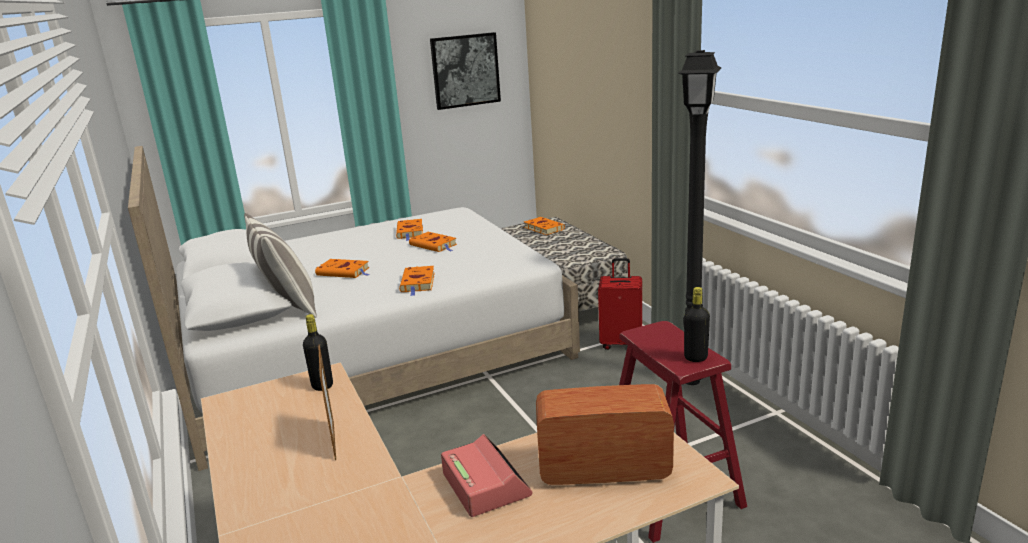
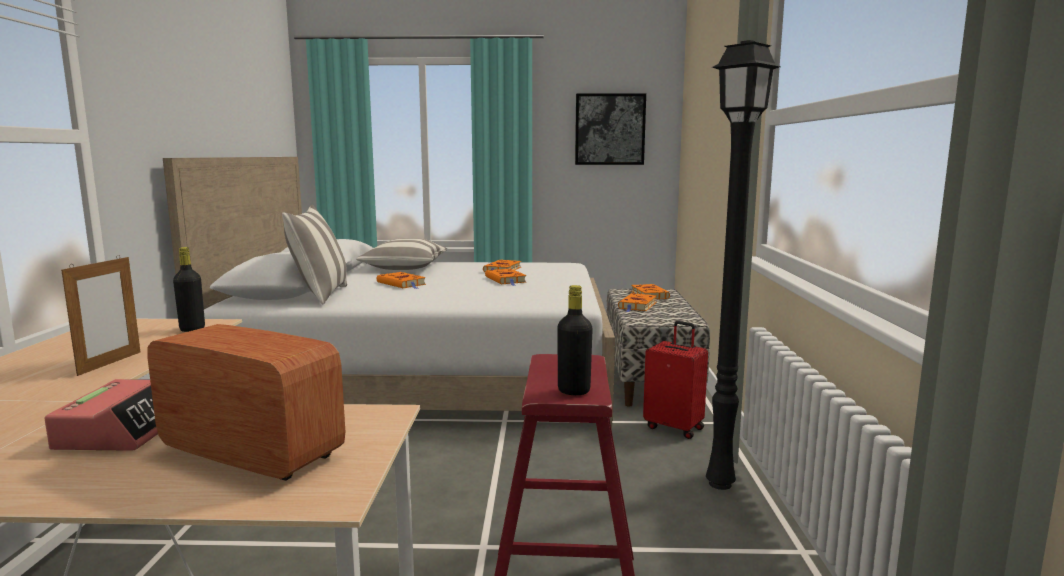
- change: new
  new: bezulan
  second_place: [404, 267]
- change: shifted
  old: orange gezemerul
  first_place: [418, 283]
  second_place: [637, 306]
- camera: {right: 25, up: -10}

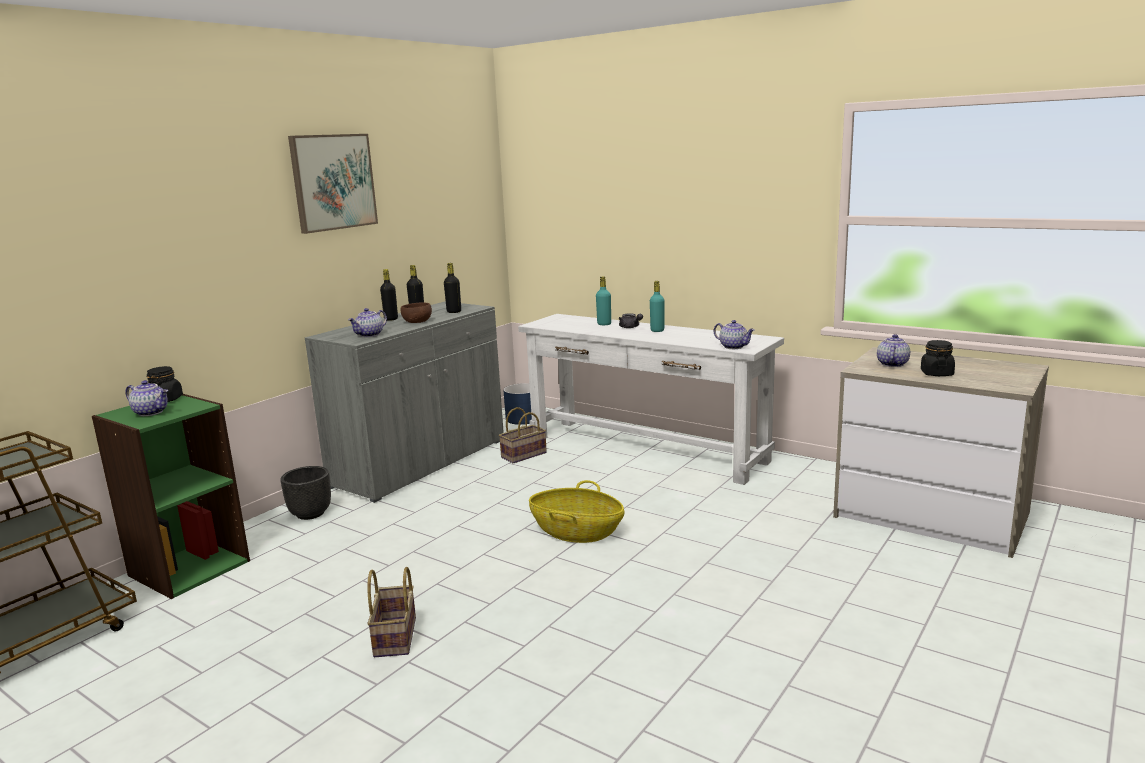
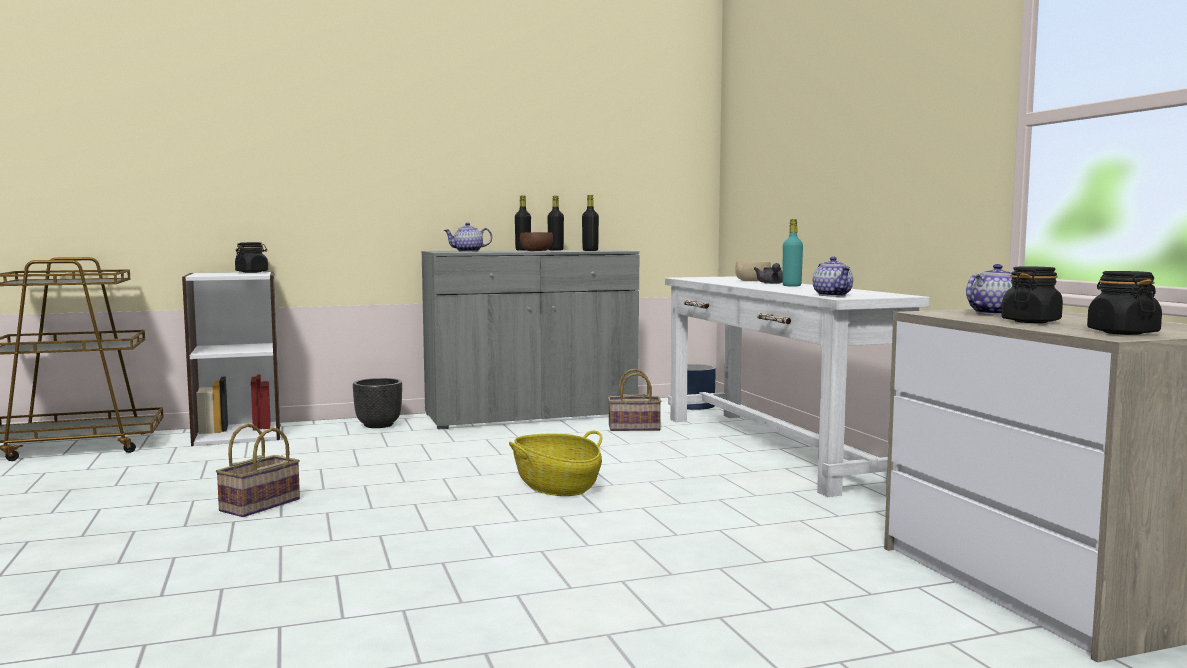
- change: gone
  old: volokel
  first_place: [151, 412]
- change: gone
  old: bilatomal
  first_place: [333, 182]
- change: new
  new: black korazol
  second_place: [1122, 332]
- change: swapped
  old: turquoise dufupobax
  new: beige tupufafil
  first_place: [604, 324]
  second_place: [752, 281]
- change: repainted
  old: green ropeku
  new: white ropeku
  first_place: [189, 568]
  second_place: [238, 434]
- camera: {right: 35, up: -10}

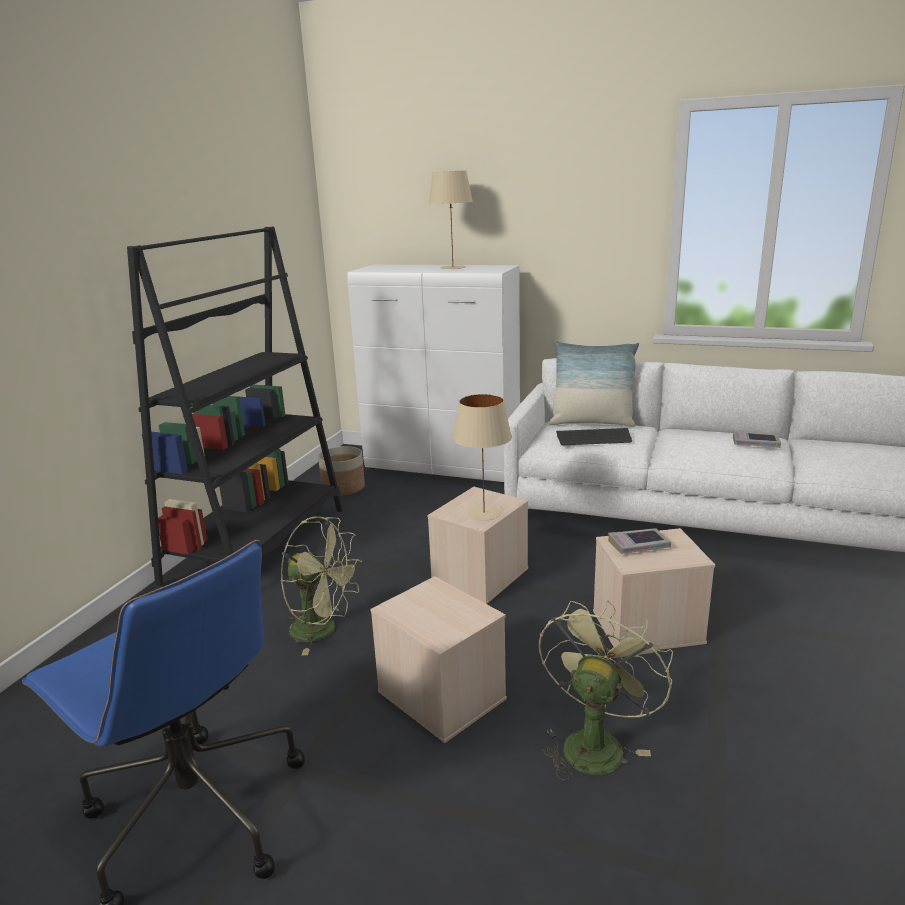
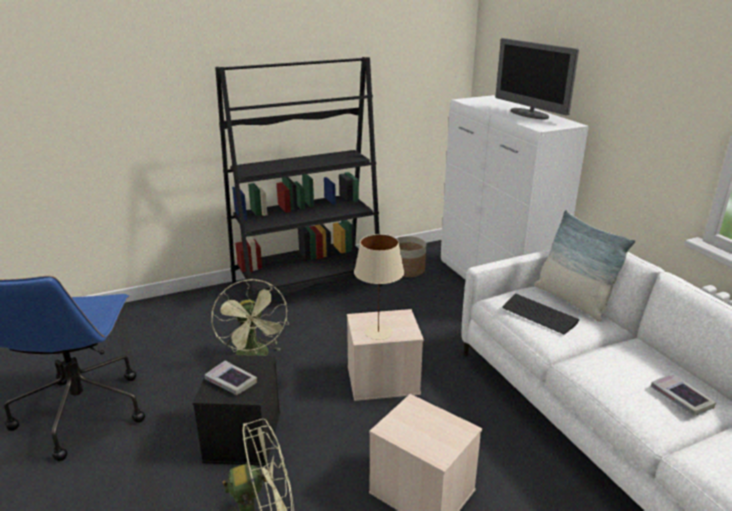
- change: shifted
  old: gezemerul
  first_place: [638, 545]
  second_place: [231, 381]
- change: swapped
  old: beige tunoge
  new: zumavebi
  first_place: [453, 267]
  second_place: [529, 114]
- change: repainted
  old: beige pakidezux
  new: black pakidezux
  first_place: [439, 695]
  second_place: [242, 435]
- camera: {right: 45, up: 5}

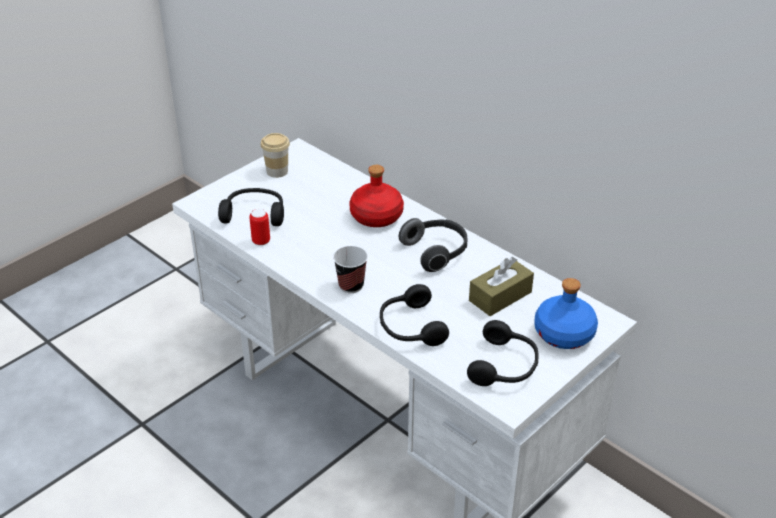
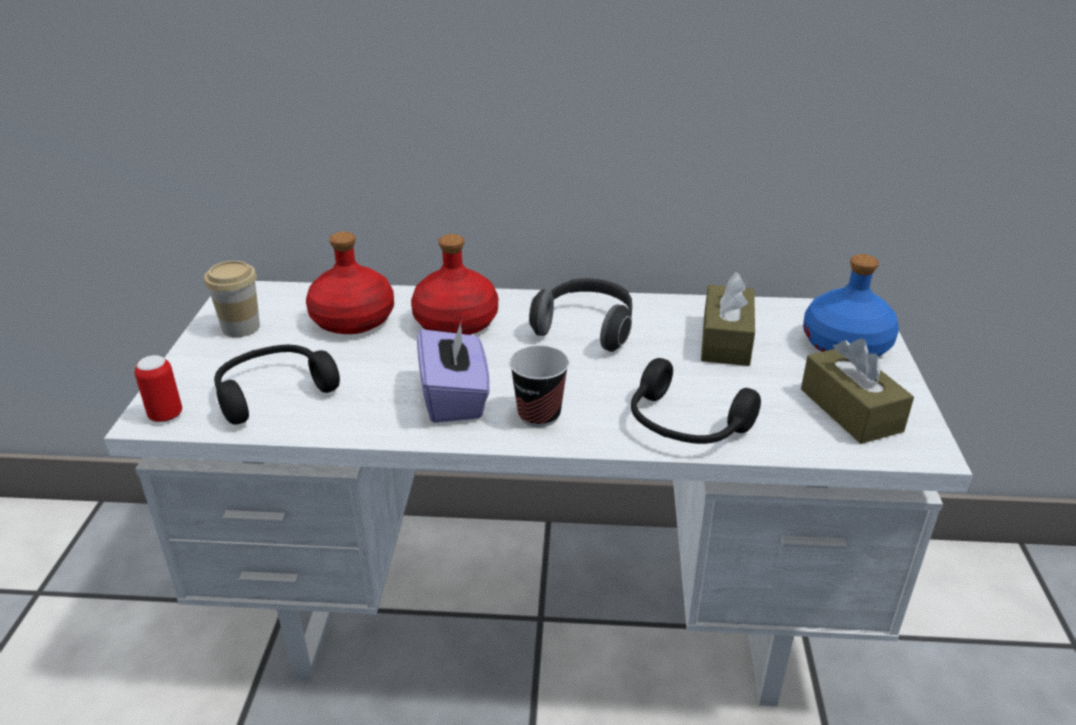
- change: new
  new: red dufupobax
  second_place: [352, 319]
- change: new
  new: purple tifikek
  second_place: [455, 398]
- change: shifted
  old: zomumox
  first_place: [261, 241]
  second_place: [166, 415]
- change: swapped
  old: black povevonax
  new: brown tifikek
  first_place: [505, 366]
  second_place: [850, 410]
- camera: {right: -40, up: -5}

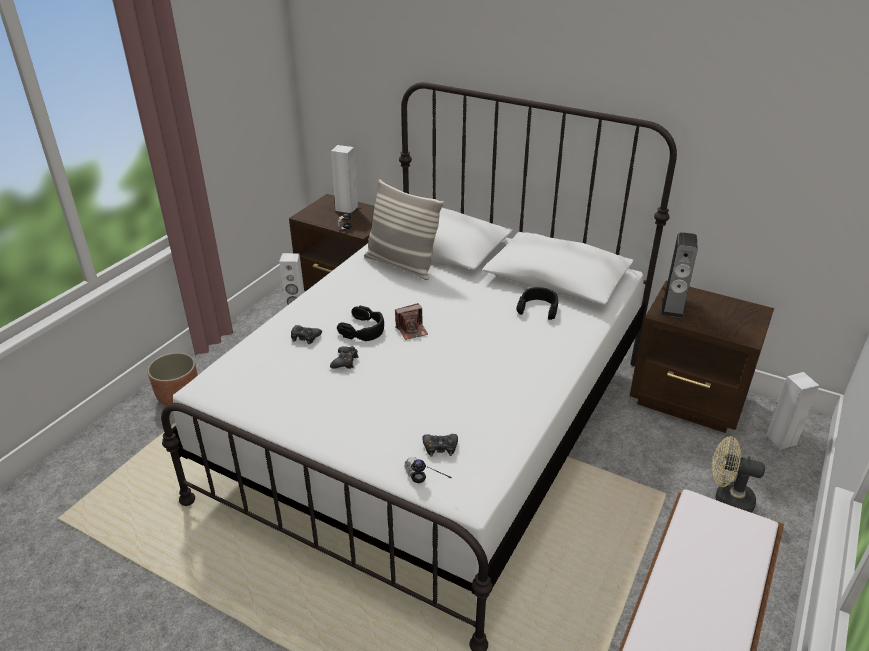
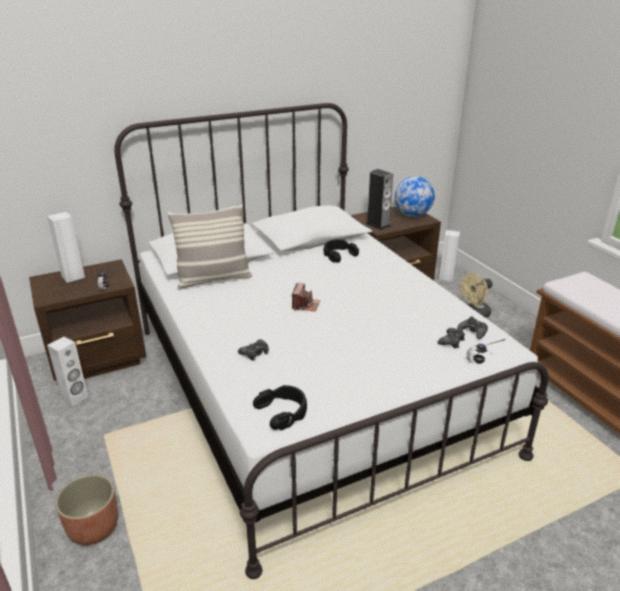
- change: new
  new: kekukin
  second_place: [412, 215]
- change: shifted
  old: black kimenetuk
  first_place: [345, 361]
  second_place: [473, 331]
- change: shifted
  old: black povevonax
  first_place: [363, 329]
  second_place: [283, 412]
- camera: {right: -55, up: -5}

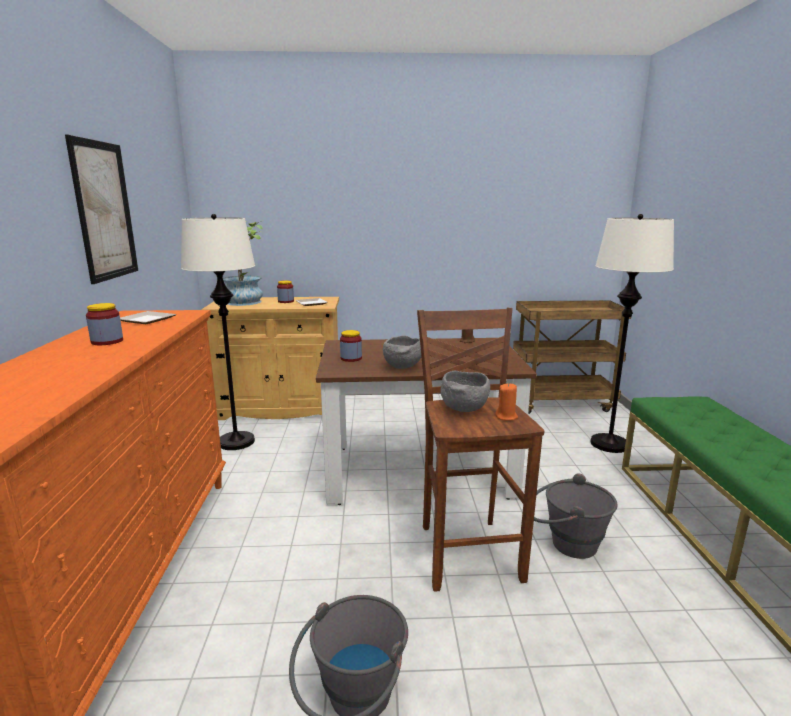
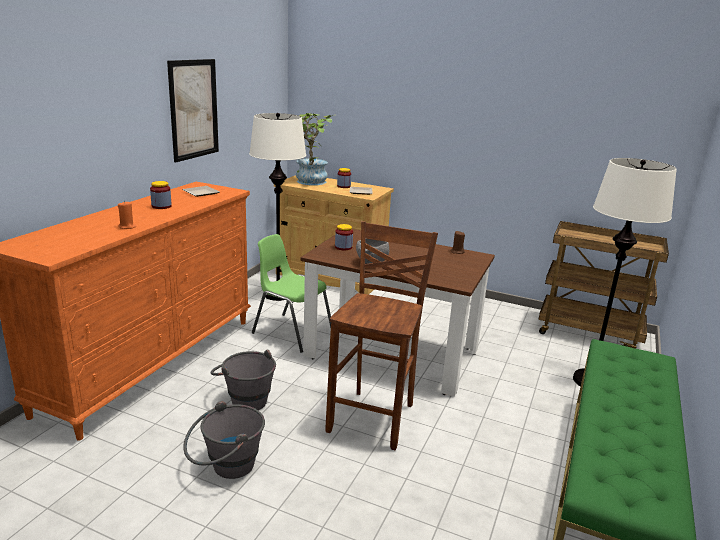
- change: gone
  old: grey tupufafil
  first_place: [464, 408]
- change: new
  new: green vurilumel
  second_place: [291, 331]
- change: shifted
  old: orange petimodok
  first_place: [506, 417]
  second_place: [127, 227]
- change: shifted
  old: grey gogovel
  first_place: [564, 543]
  second_place: [244, 398]
- camera: {right: 25, up: 5}

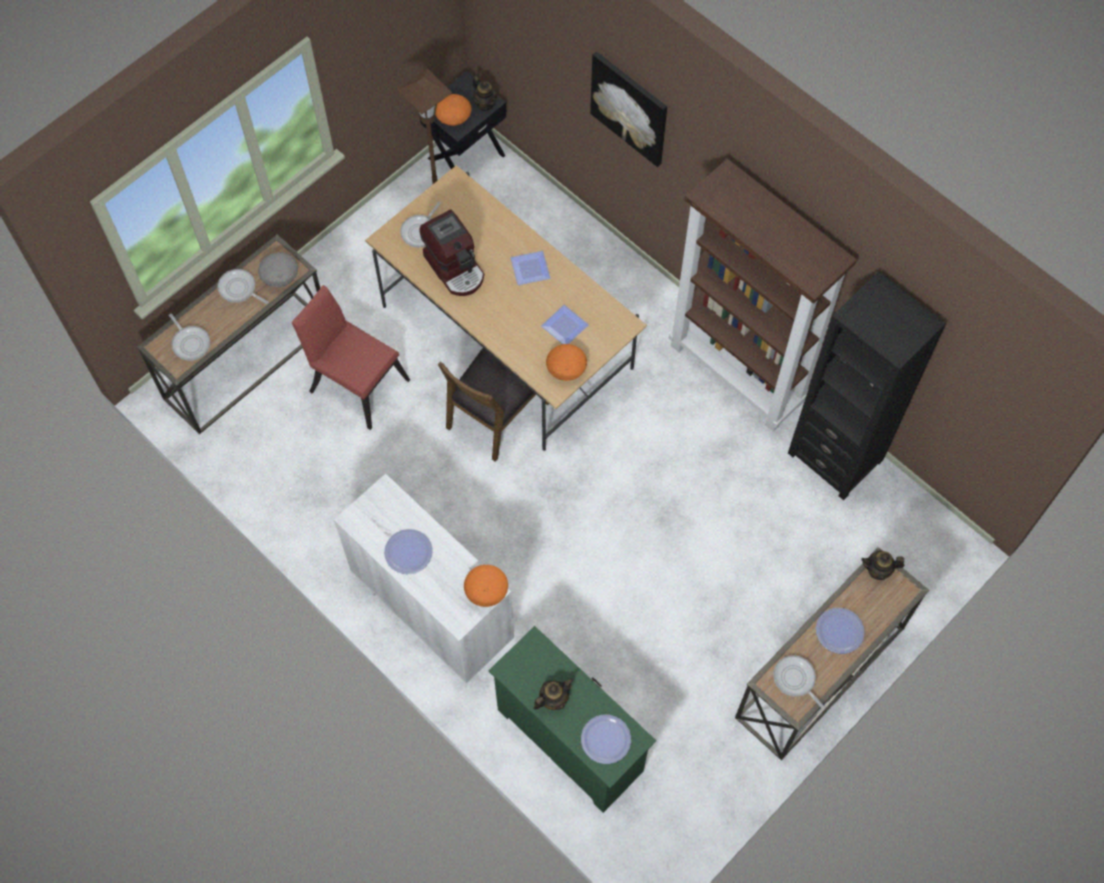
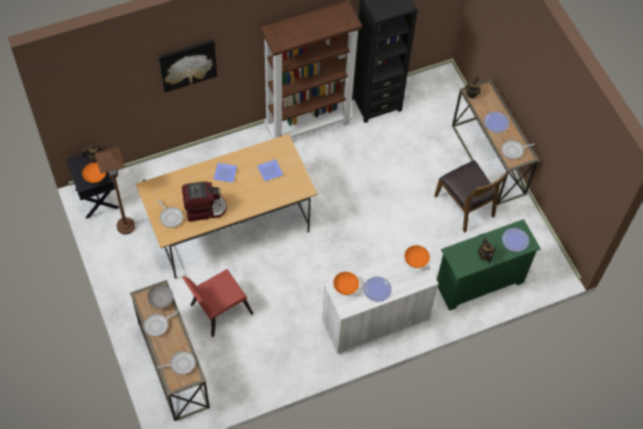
- change: shifted
  old: brown vurilumel
  first_place: [496, 414]
  second_place: [465, 205]
- change: shifted
  old: orange tupufafil
  first_place: [567, 369]
  second_place: [345, 287]
- camera: {right: -70, up: -5}

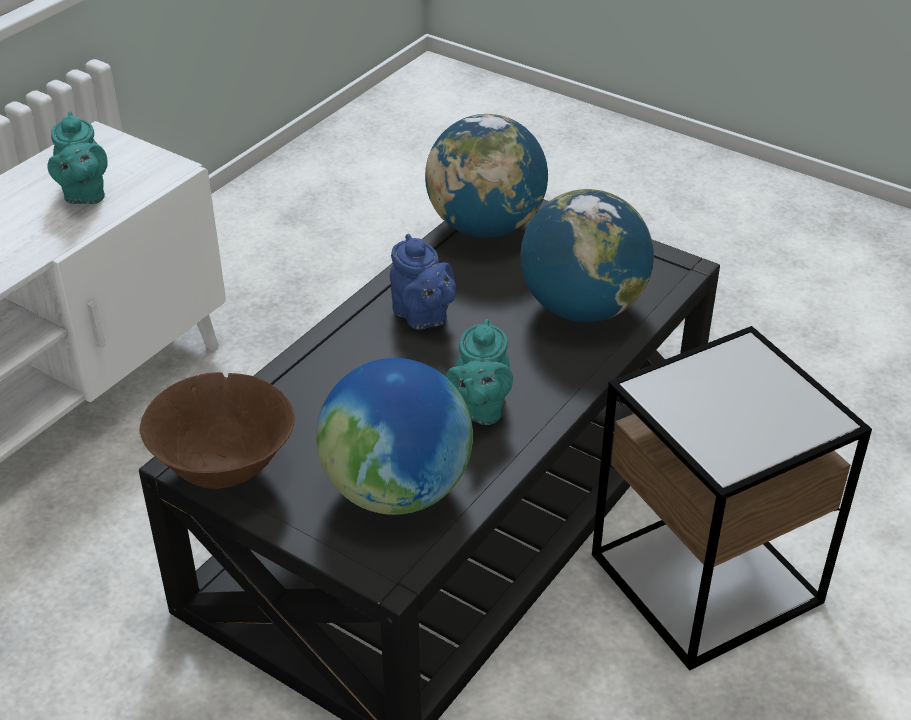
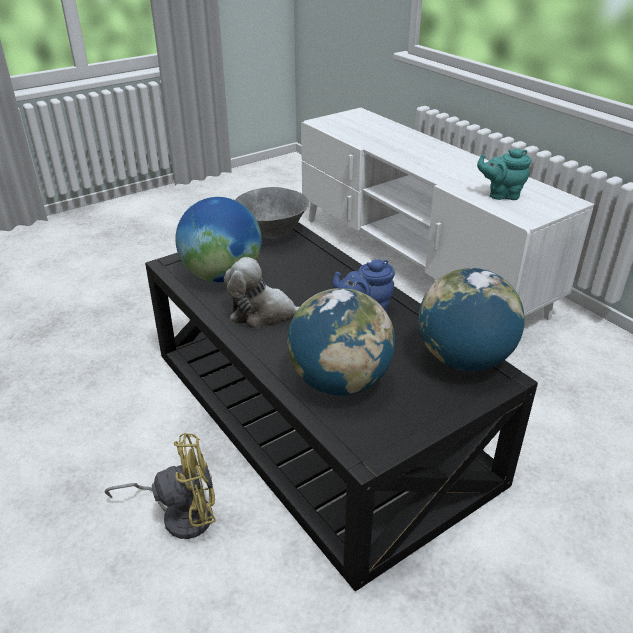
- change: swapped
  old: turquoise volokel
  new: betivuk
  first_place: [480, 408]
  second_place: [264, 314]
- change: swapped
  old: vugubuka
  new: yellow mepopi
  first_place: [705, 579]
  second_place: [180, 514]
- change: repainted
  old: brown tupufafil
  new: grey tupufafil
  first_place: [224, 470]
  second_place: [272, 234]
- camera: {right: 110, up: -5}

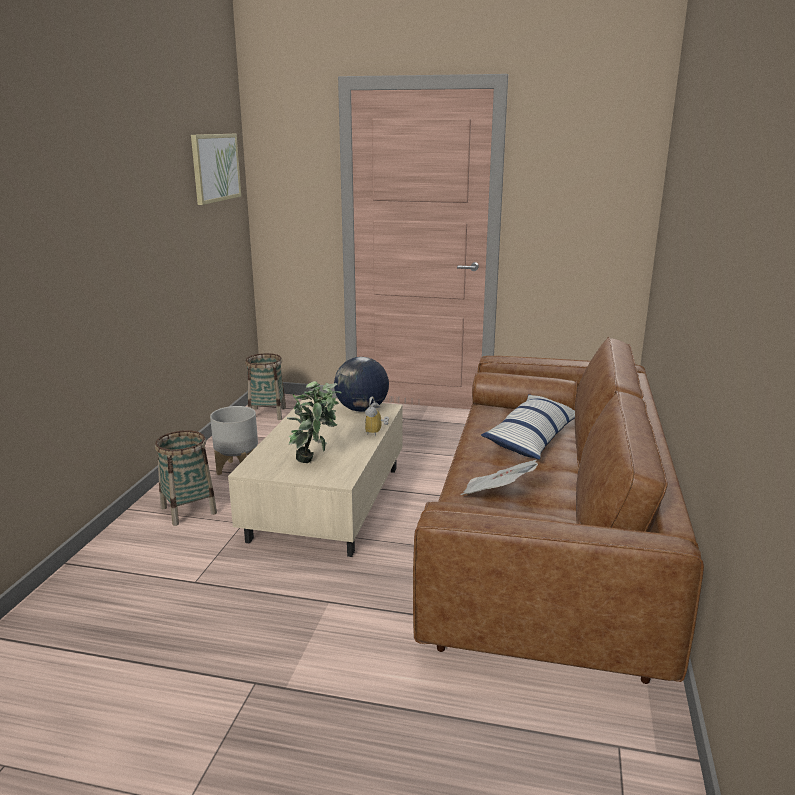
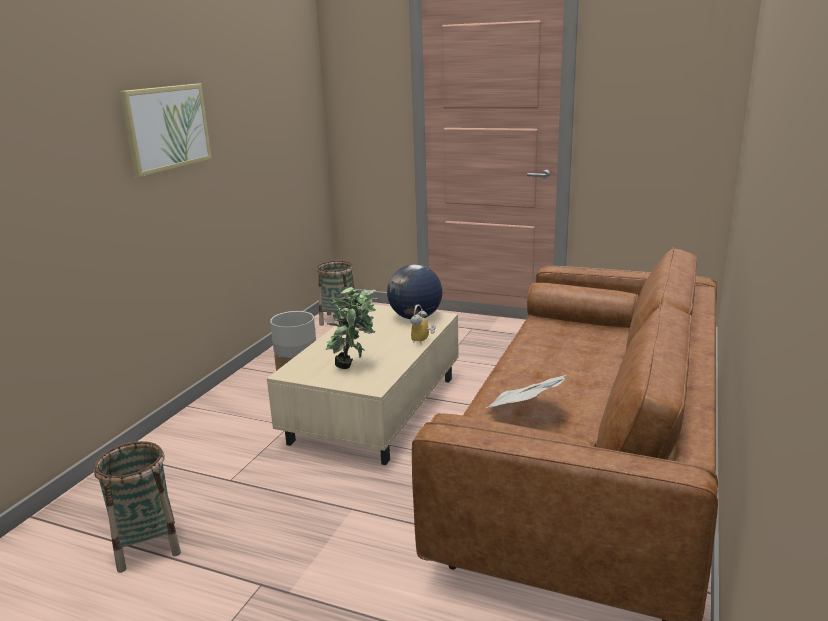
- change: gone
  old: bezulan
  first_place: [532, 438]
- change: shifted
  old: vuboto
  first_place: [188, 510]
  second_place: [147, 546]
- change: shifted
  old: bilatomal
  first_place: [215, 167]
  second_place: [166, 128]
- camera: {right: 10, up: 0}

